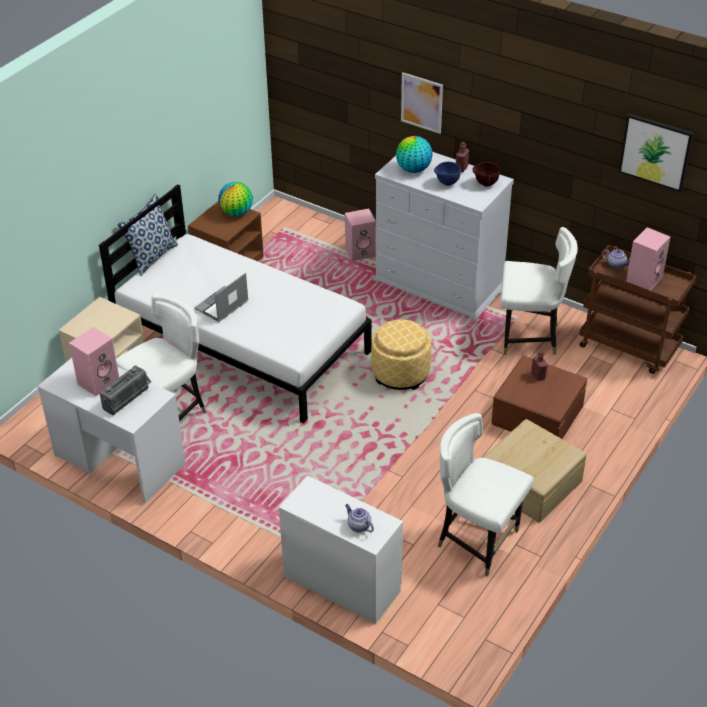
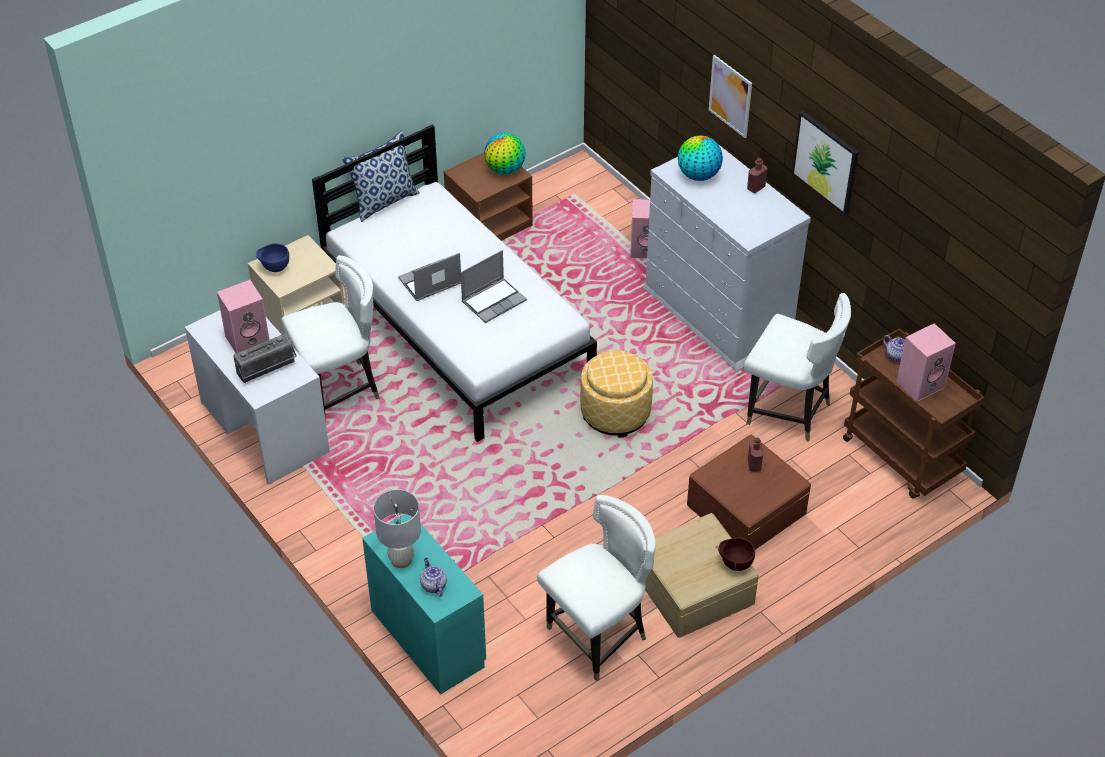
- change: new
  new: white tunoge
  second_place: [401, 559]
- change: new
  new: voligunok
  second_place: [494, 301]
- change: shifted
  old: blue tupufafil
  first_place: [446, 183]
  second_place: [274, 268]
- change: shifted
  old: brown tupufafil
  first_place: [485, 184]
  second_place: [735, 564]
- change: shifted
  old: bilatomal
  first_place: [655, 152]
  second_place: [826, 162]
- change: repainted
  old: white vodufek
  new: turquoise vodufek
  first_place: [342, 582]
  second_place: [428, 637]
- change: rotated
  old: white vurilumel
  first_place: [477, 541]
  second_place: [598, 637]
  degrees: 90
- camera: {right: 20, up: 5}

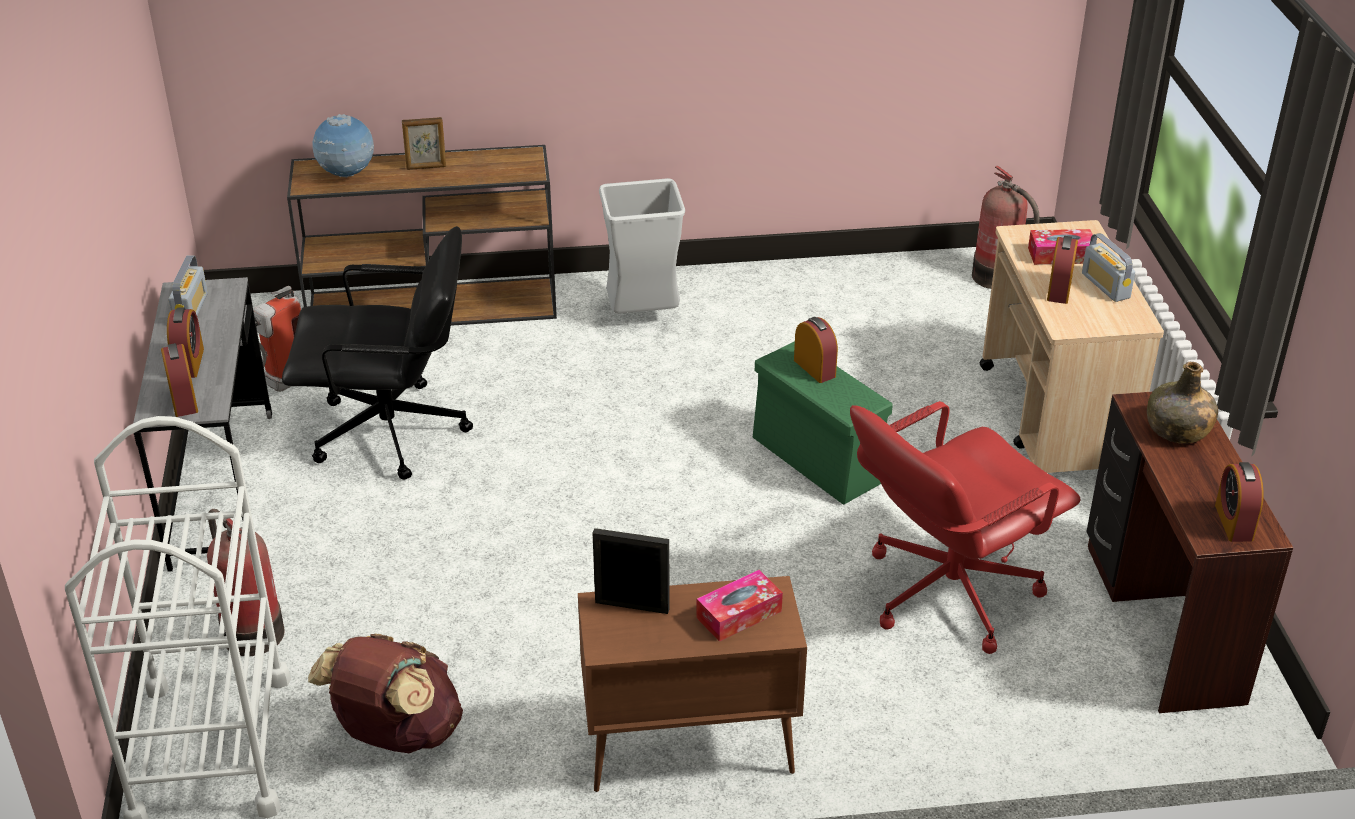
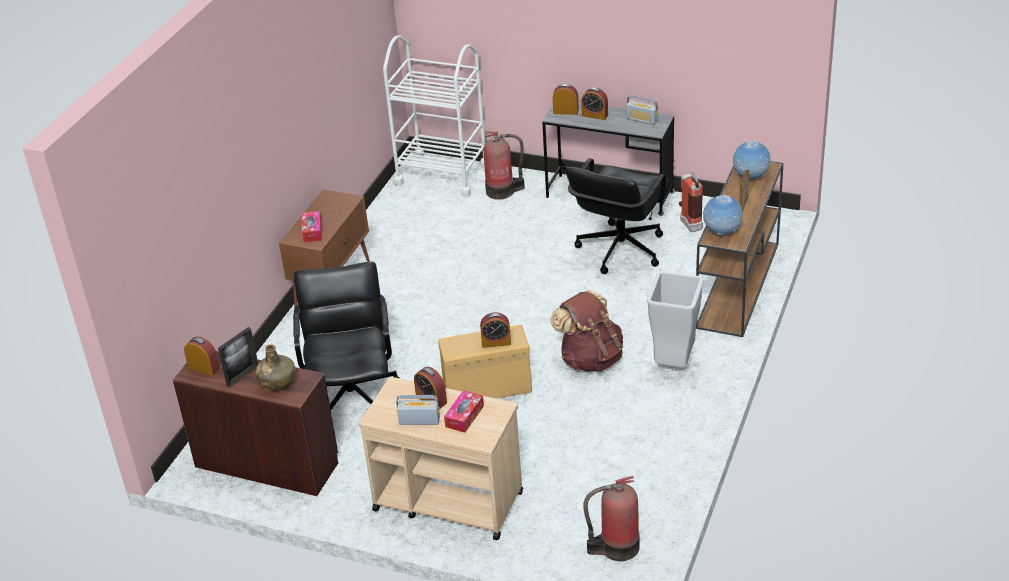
- change: new
  new: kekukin
  second_place: [722, 232]
- change: shifted
  old: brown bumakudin
  first_place: [396, 734]
  second_place: [590, 359]
- change: shifted
  old: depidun
  first_place: [632, 606]
  second_place: [243, 376]
- change: repainted
  old: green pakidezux
  new: beige pakidezux
  first_place: [815, 458]
  second_place: [488, 388]
- change: repainted
  old: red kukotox
  new: black kukotox
  first_place: [948, 592]
  second_place: [352, 397]
- camera: {right: 120, up: 0}

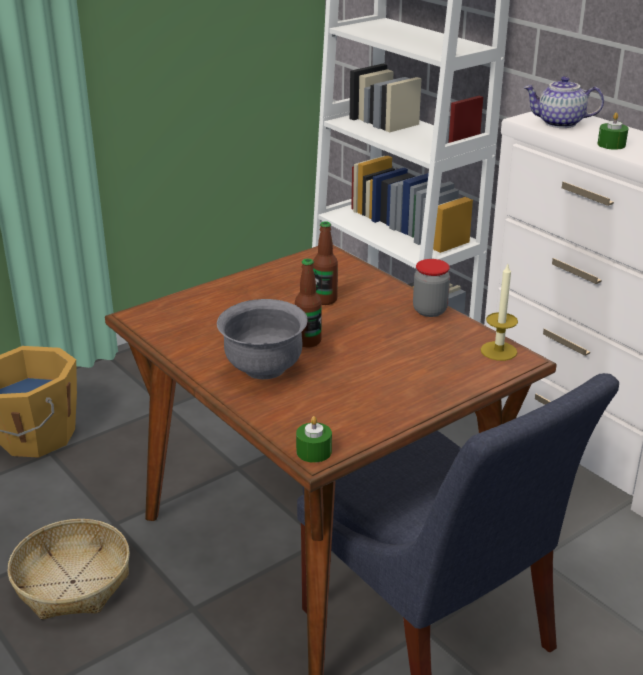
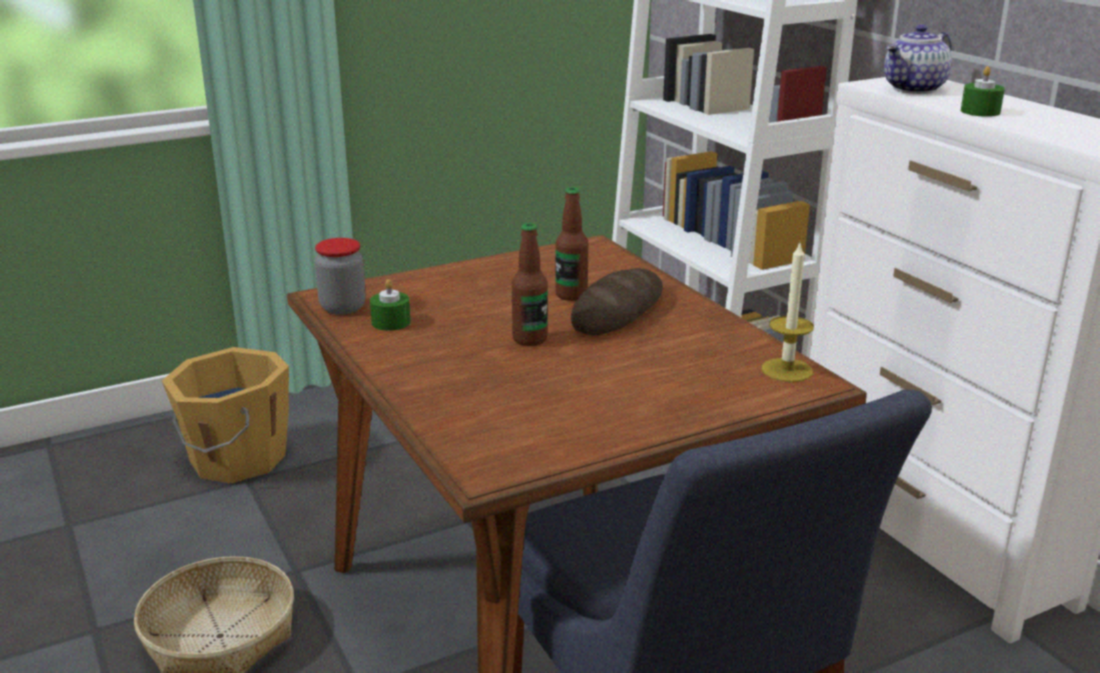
- change: gone
  old: grey tupufafil
  first_place: [263, 368]
- change: new
  new: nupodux
  second_place: [618, 310]
- change: shifted
  old: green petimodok
  first_place: [314, 451]
  second_place: [391, 322]
- change: shifted
  old: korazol
  first_place: [430, 310]
  second_place: [343, 307]
- change: rotated
  old: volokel
  first_place: [559, 123]
  second_place: [915, 89]
  degrees: -60
- camera: {right: 10, up: -5}

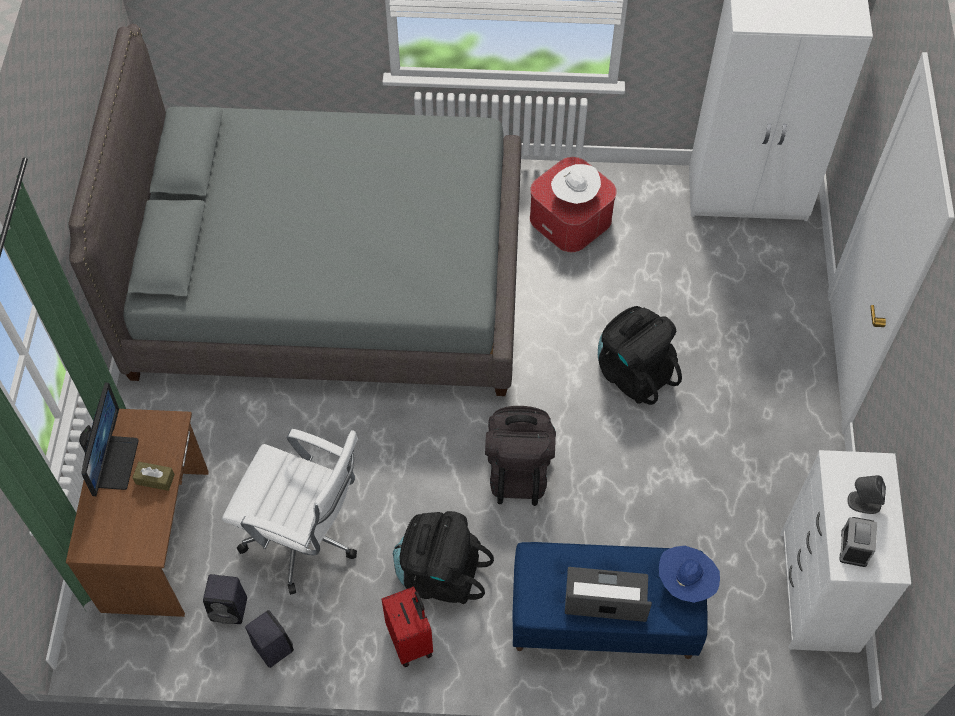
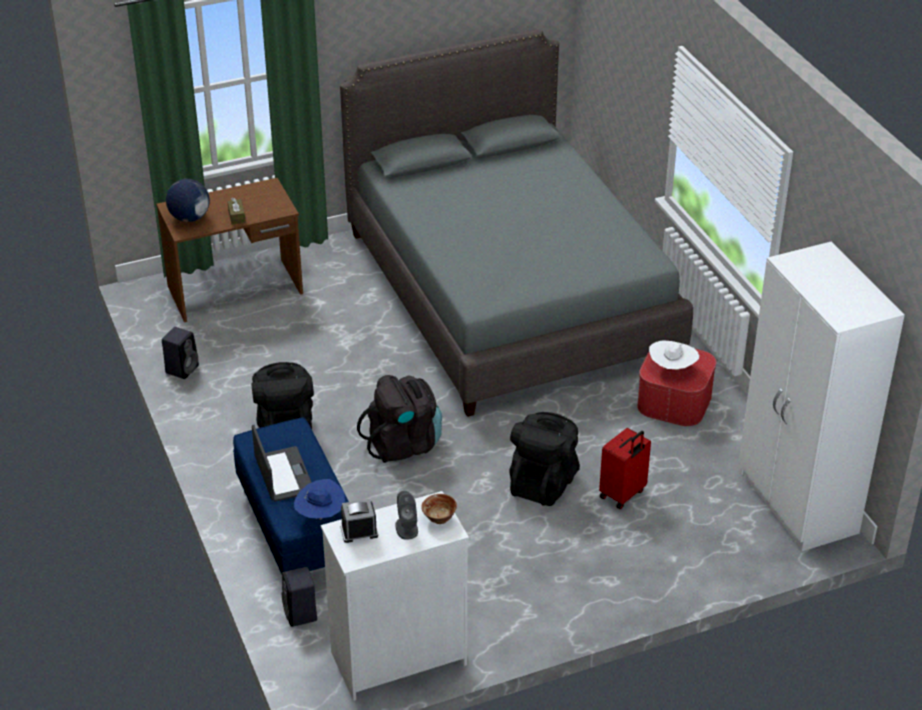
- change: gone
  old: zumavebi
  first_place: [113, 462]
- change: gone
  old: white kukotox
  first_place: [306, 539]
- change: new
  new: kekukin
  second_place: [189, 218]
- change: new
  new: tupufafil
  second_place: [439, 518]
- change: shifted
  old: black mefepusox
  first_place: [230, 609]
  second_place: [301, 614]
- change: shifted
  old: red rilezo
  first_place: [411, 641]
  second_place: [623, 494]
- camera: {right: 65, up: -20}

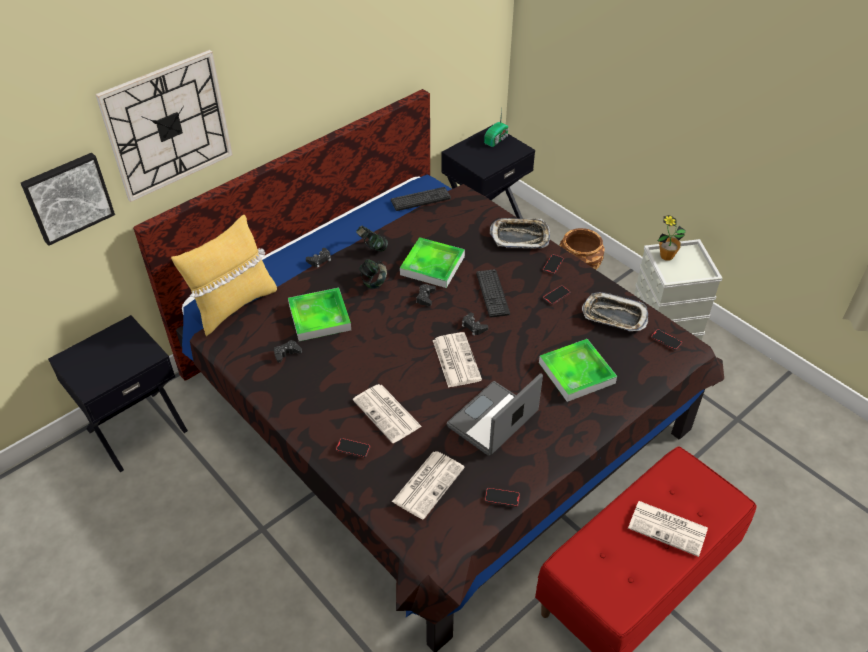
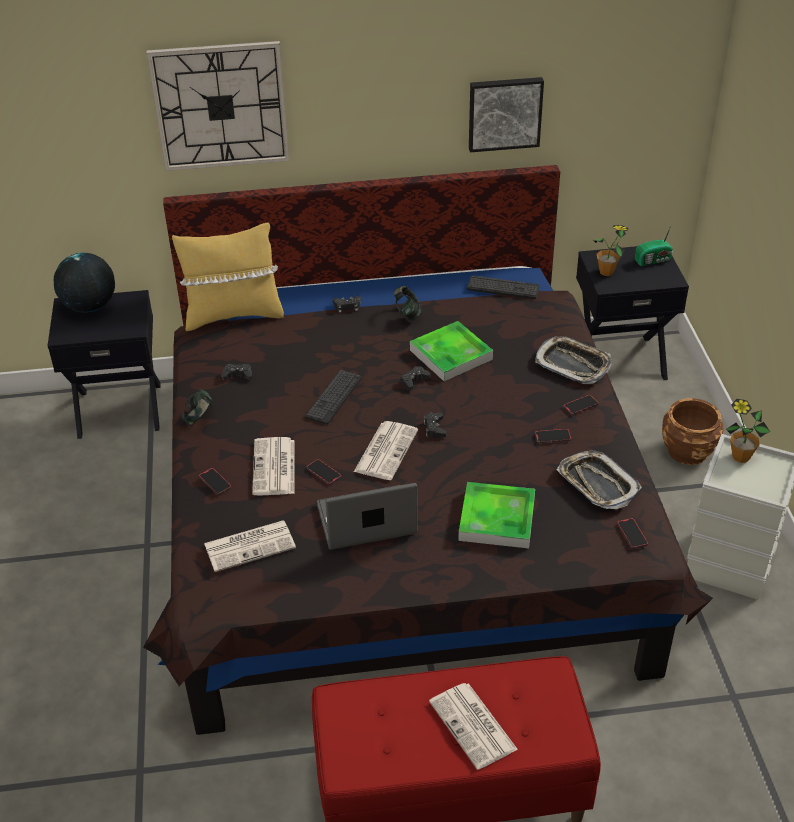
- change: gone
  old: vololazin
  first_place: [319, 317]
- change: new
  new: kekukin
  second_place: [89, 307]
- change: new
  new: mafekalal
  second_place: [606, 272]
- change: shifted
  old: bilatomal
  first_place: [67, 197]
  second_place: [504, 113]
- change: shifted
  old: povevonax
  first_place: [373, 282]
  second_place: [199, 418]
- change: shifted
  old: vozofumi
  first_place: [492, 293]
  second_place: [334, 397]
- change: shifted
  old: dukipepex
  first_place: [502, 498]
  second_place: [323, 473]
- camera: {right: 35, up: -5}

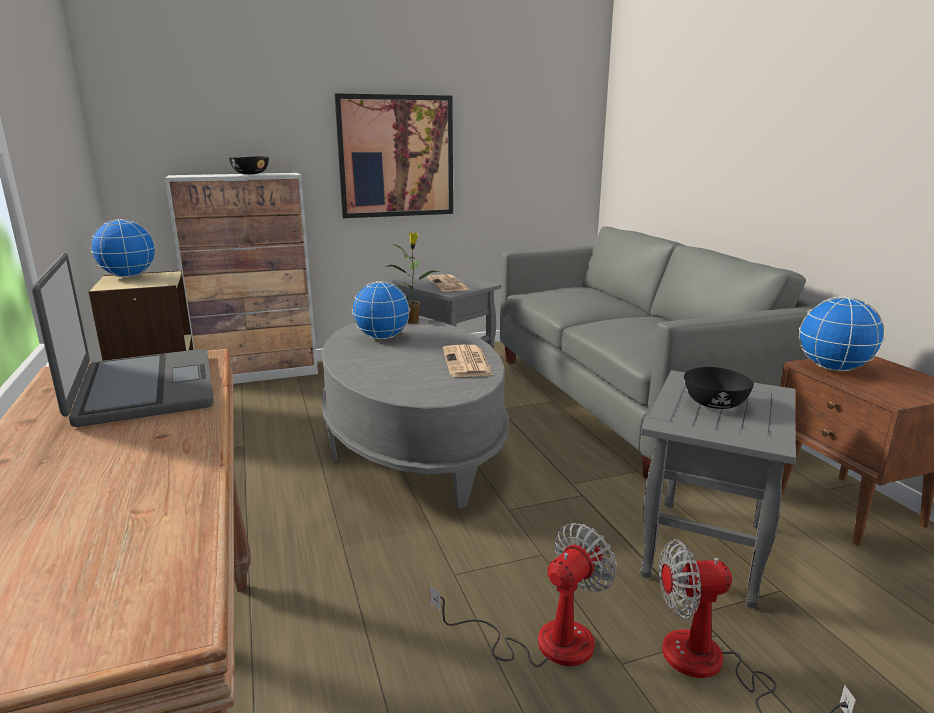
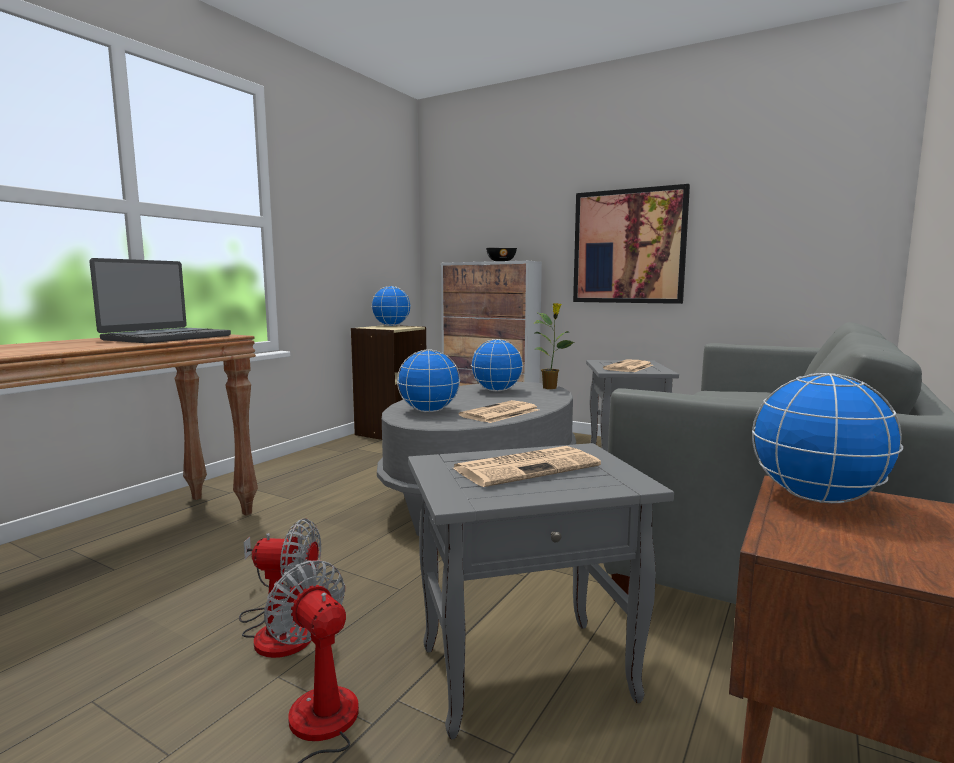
- change: new
  new: kekukin
  second_place: [429, 411]
- change: swapped
  old: black tupufafil
  new: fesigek
  first_place: [714, 403]
  second_place: [527, 467]
- camera: {right: 50, up: -10}

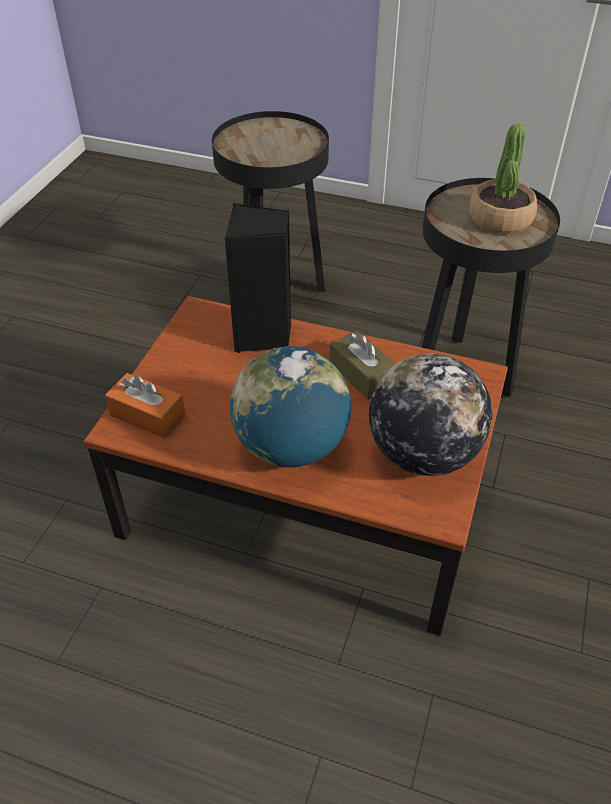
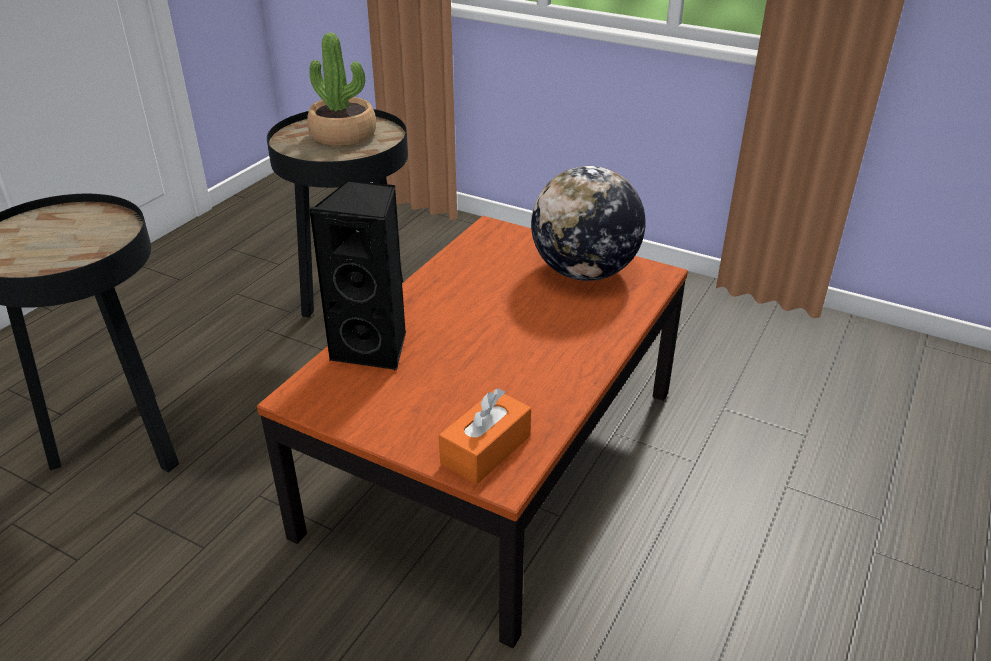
- change: gone
  old: kekukin
  first_place: [291, 447]
- change: gone
  old: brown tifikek
  first_place: [361, 374]
- camera: {right: -80, up: -10}

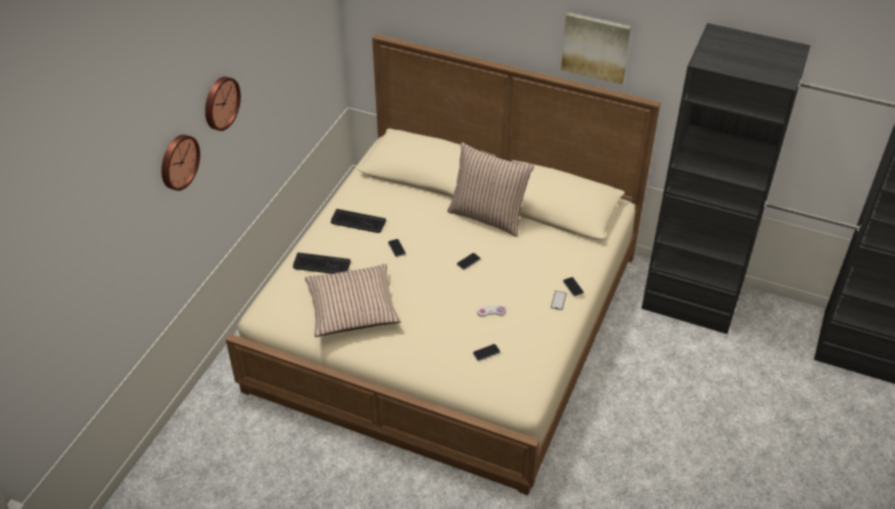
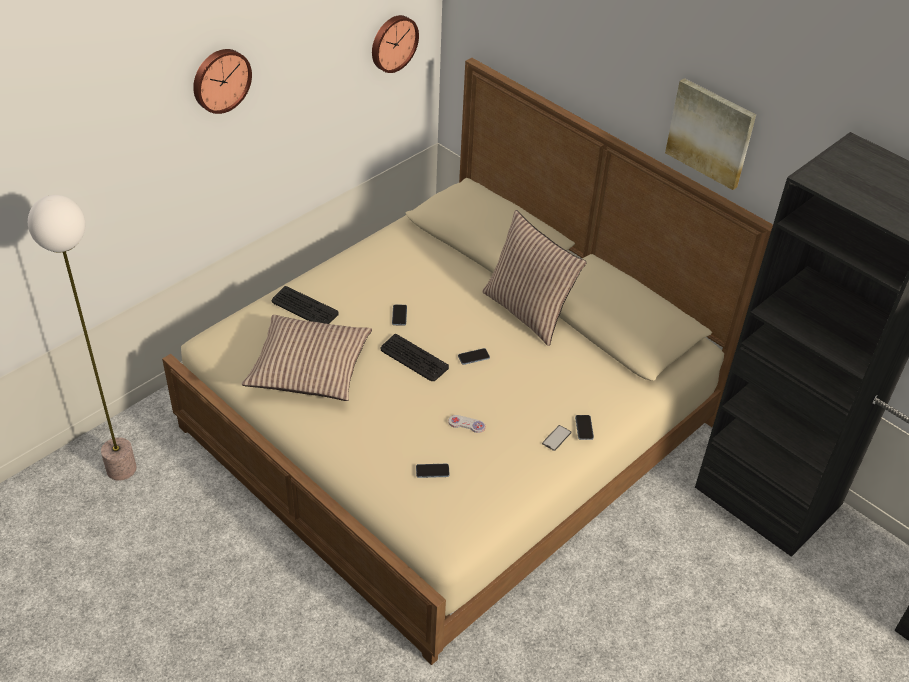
- change: new
  new: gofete
  second_place: [121, 468]
- change: shifted
  old: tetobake
  first_place: [178, 161]
  second_place: [393, 43]
- change: shifted
  old: vozofumi
  first_place: [358, 222]
  second_place: [413, 358]
- camera: {right: 20, up: 0}

